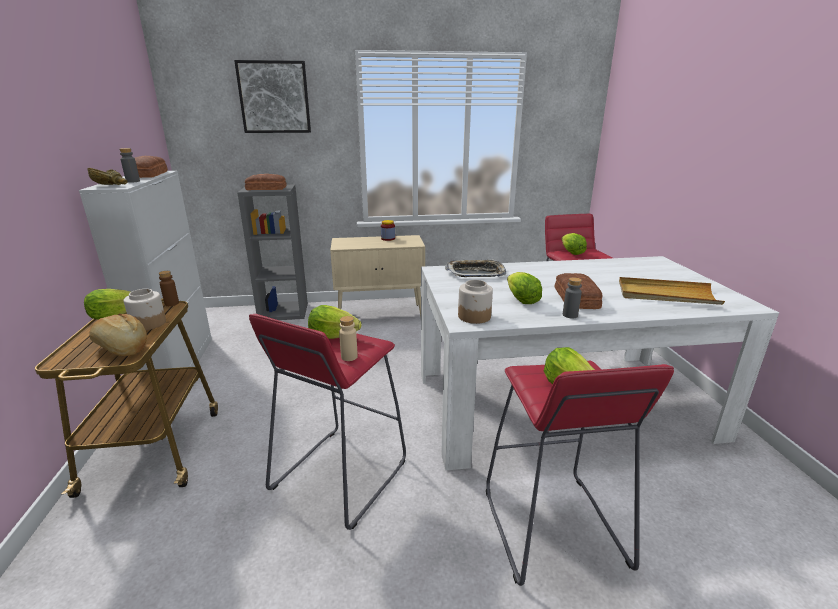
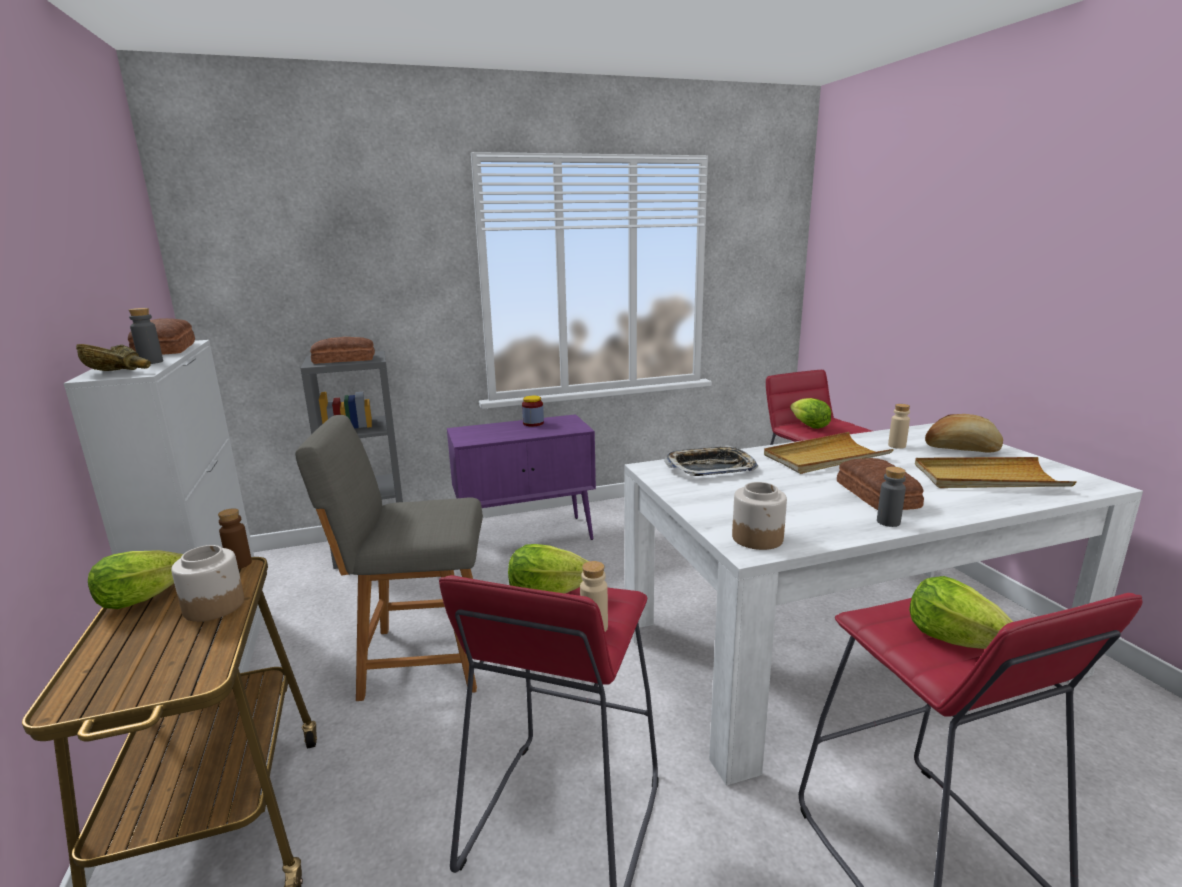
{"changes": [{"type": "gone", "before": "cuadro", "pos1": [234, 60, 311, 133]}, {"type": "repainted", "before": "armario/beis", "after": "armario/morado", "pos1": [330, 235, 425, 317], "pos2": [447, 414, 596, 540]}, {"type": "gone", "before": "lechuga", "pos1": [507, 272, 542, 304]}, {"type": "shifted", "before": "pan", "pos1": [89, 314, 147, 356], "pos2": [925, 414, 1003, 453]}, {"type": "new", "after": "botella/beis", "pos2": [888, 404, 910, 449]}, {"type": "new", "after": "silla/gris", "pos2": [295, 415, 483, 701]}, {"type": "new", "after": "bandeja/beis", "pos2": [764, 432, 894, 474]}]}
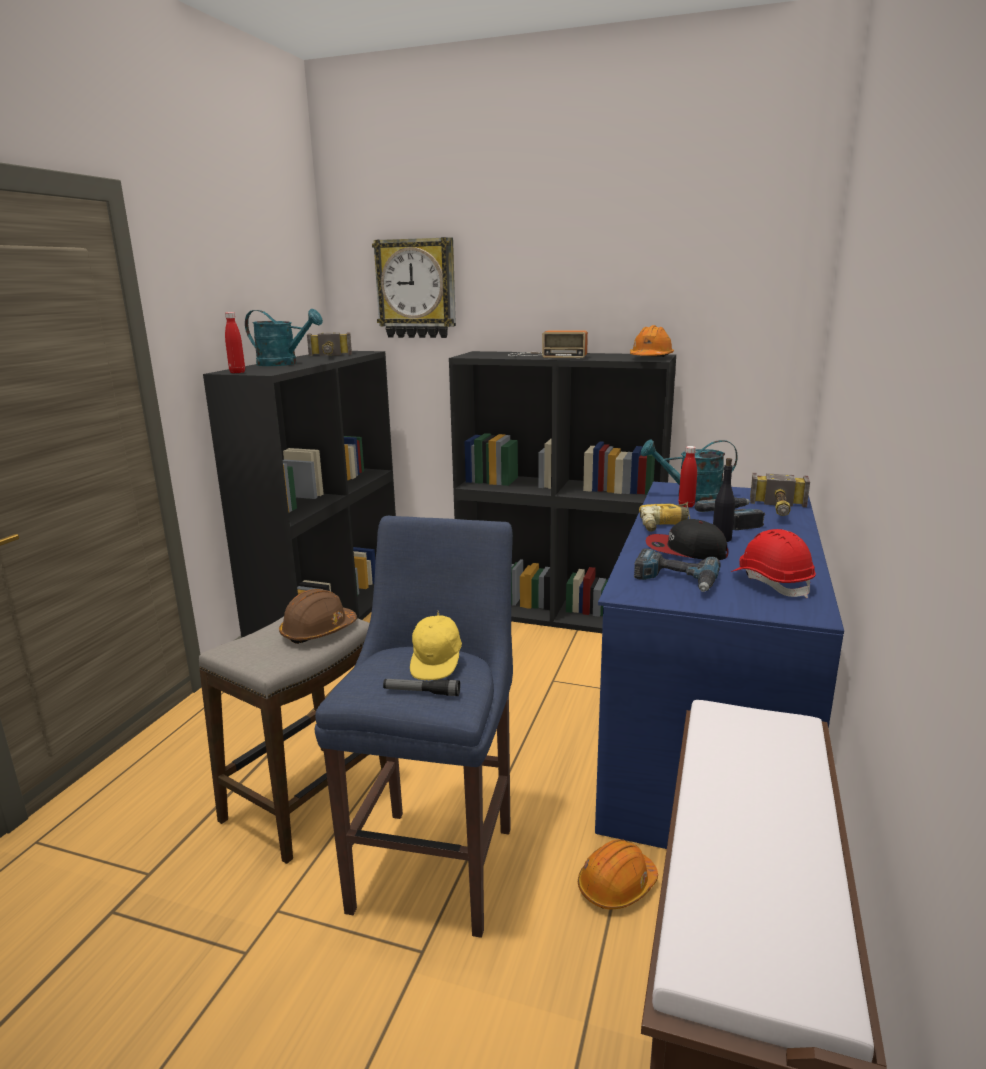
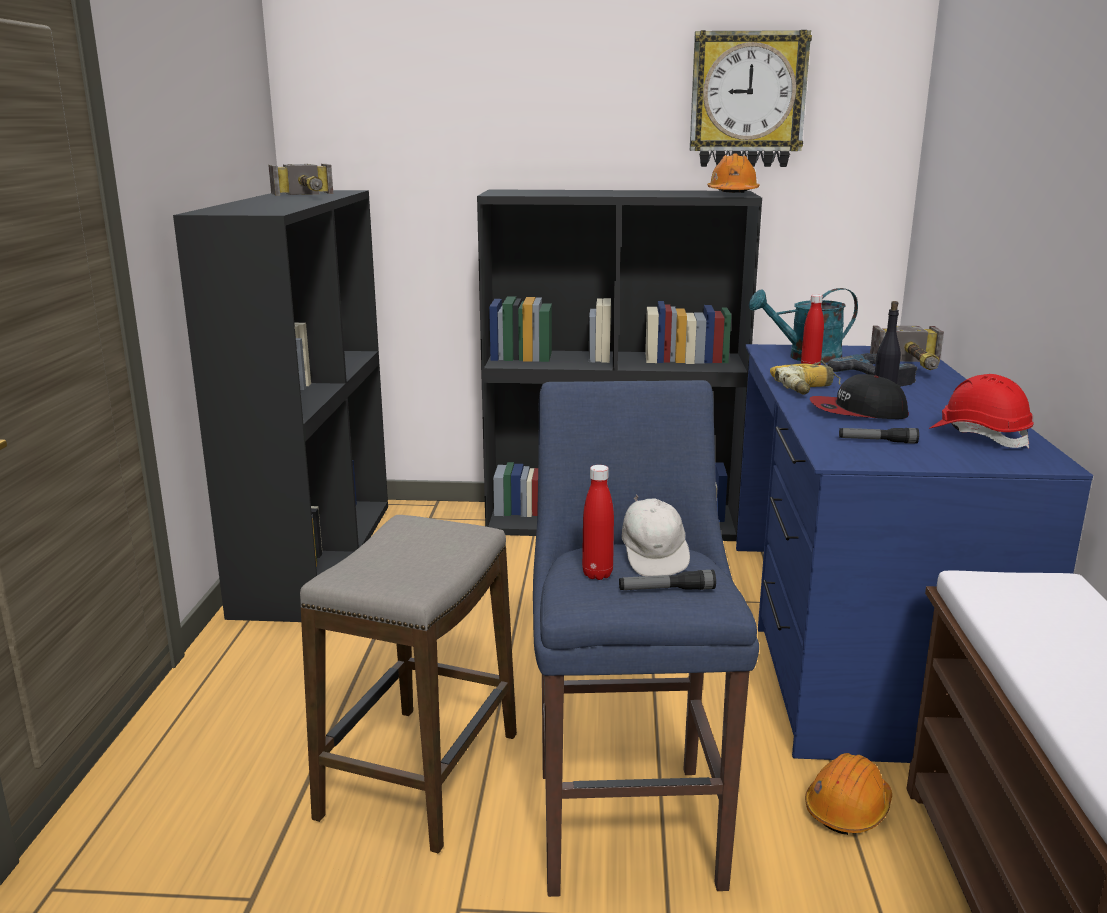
{"changes": [{"type": "shifted", "before": "reloj de pared", "pos1": [372, 237, 456, 338], "pos2": [690, 30, 812, 167]}, {"type": "gone", "before": "regadera/turquesa", "pos1": [245, 309, 323, 366]}, {"type": "shifted", "before": "botella/rojo", "pos1": [225, 312, 245, 373], "pos2": [582, 465, 614, 580]}, {"type": "gone", "before": "radio", "pos1": [508, 330, 588, 359]}, {"type": "swapped", "before": "taladro", "after": "linterna", "pos1": [634, 548, 721, 592], "pos2": [839, 428, 919, 444]}, {"type": "gone", "before": "casco/marrón", "pos1": [279, 589, 357, 644]}, {"type": "repainted", "before": "gorra/amarillo", "after": "gorra/blanco", "pos1": [410, 611, 462, 680], "pos2": [622, 495, 690, 576]}]}
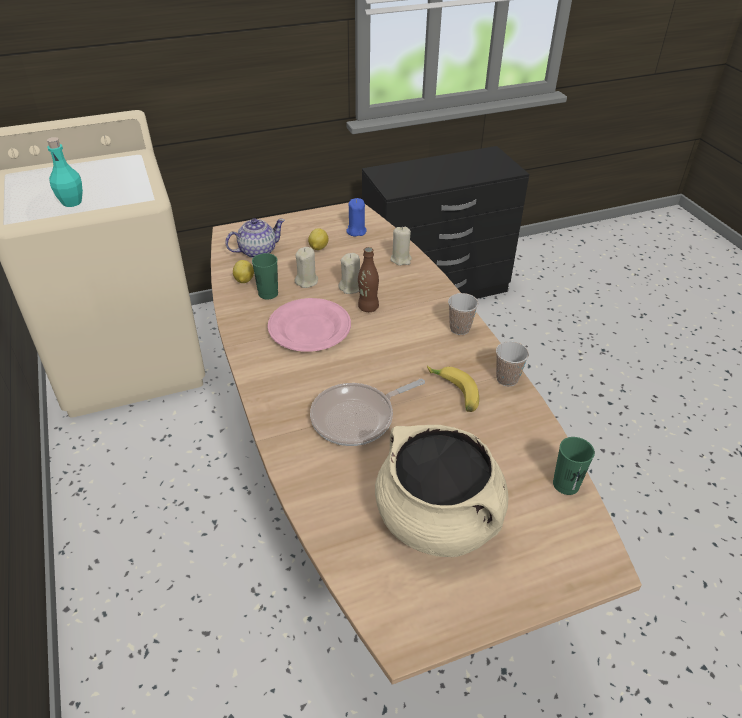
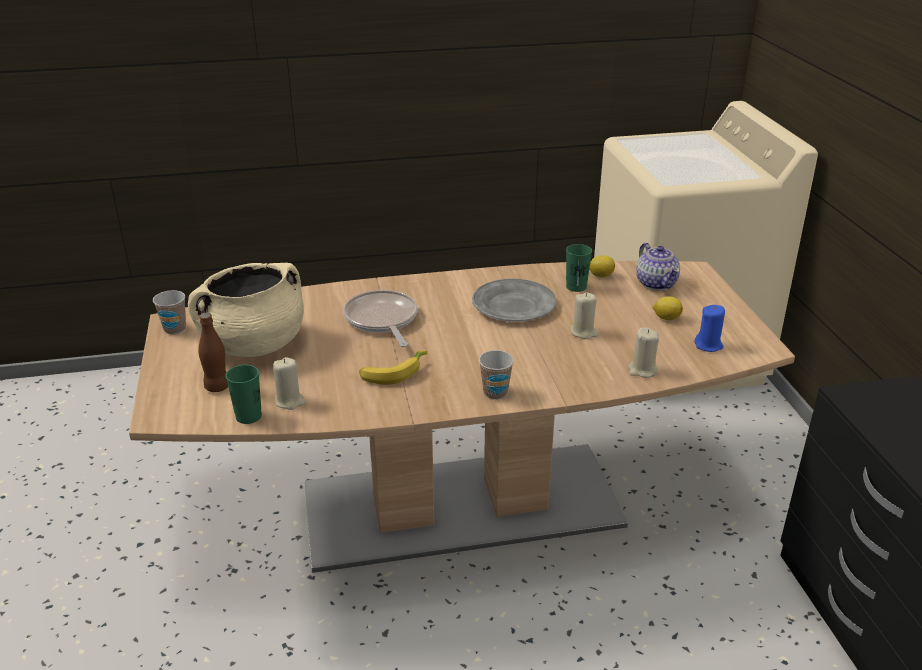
{"changes": [{"type": "gone", "before": "botella/turquesa", "pos1": [47, 137, 83, 207]}, {"type": "shifted", "before": "vela/beis", "pos1": [294, 247, 318, 288], "pos2": [273, 357, 305, 410]}, {"type": "shifted", "before": "botella/marrón", "pos1": [358, 247, 379, 312], "pos2": [198, 313, 228, 392]}, {"type": "repainted", "before": "plato/rosa", "after": "plato/gris", "pos1": [268, 298, 351, 352], "pos2": [472, 279, 556, 322]}, {"type": "shifted", "before": "taza", "pos1": [496, 341, 529, 386], "pos2": [153, 290, 186, 334]}]}
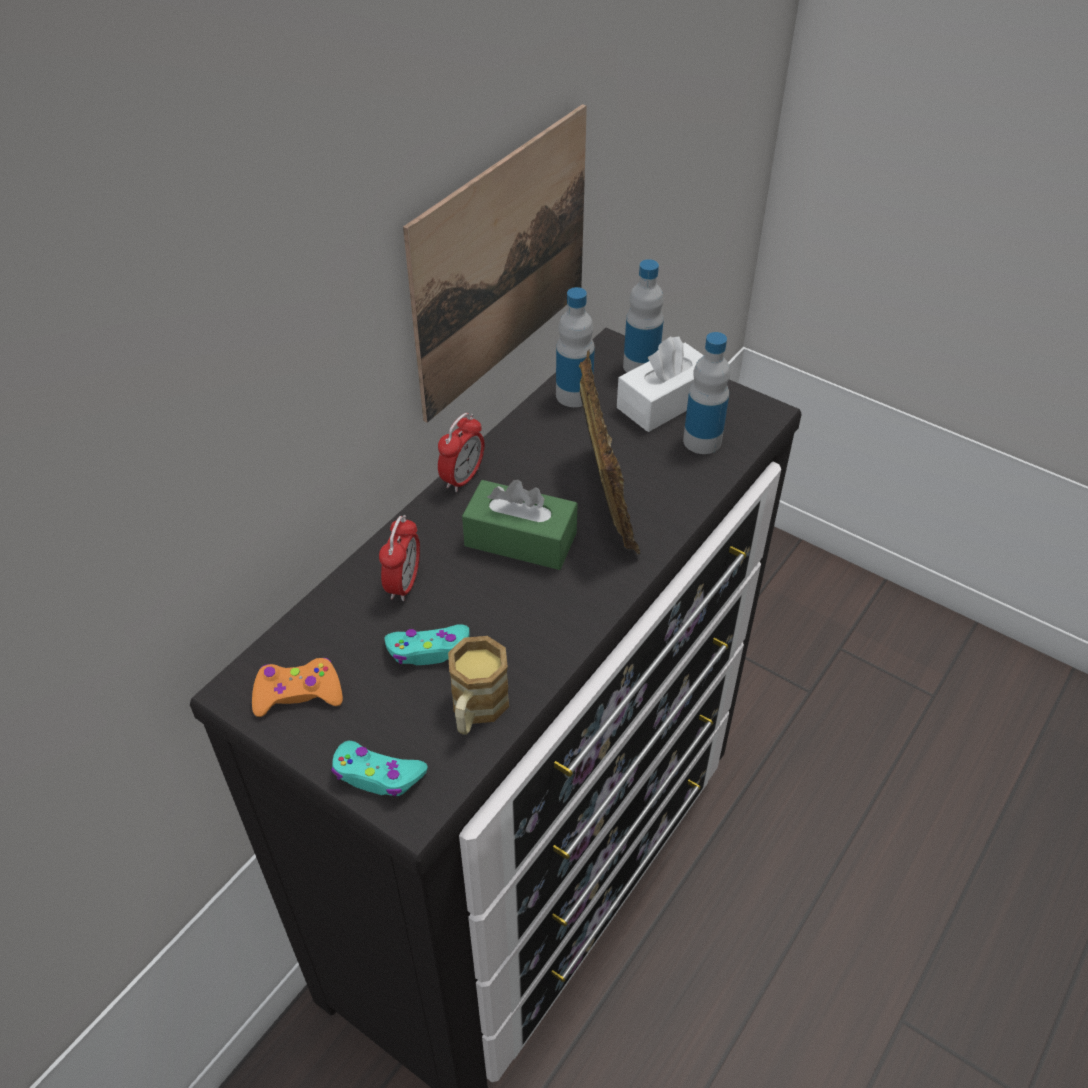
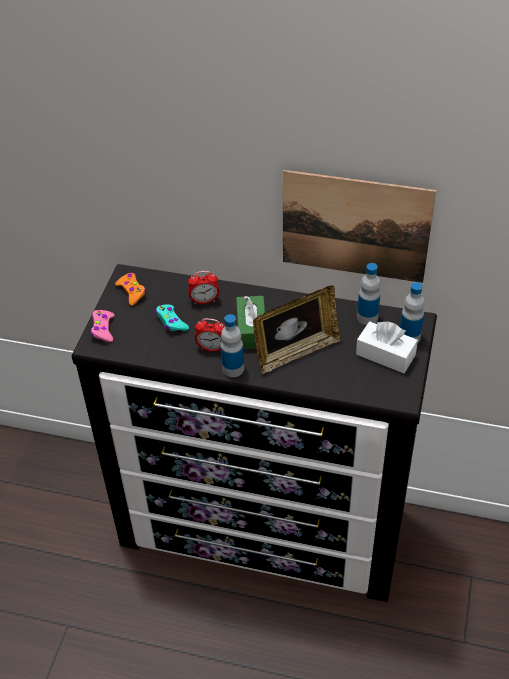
{"changes": [{"type": "shifted", "before": "botella", "pos1": [683, 332, 730, 454], "pos2": [220, 314, 244, 377]}, {"type": "shifted", "before": "despertador", "pos1": [438, 413, 485, 492], "pos2": [195, 318, 225, 352]}, {"type": "gone", "before": "taza grande", "pos1": [448, 636, 509, 735]}, {"type": "repainted", "before": "mando de consola/turquesa", "after": "mando de consola/rosa", "pos1": [331, 741, 428, 797], "pos2": [90, 310, 115, 342]}]}
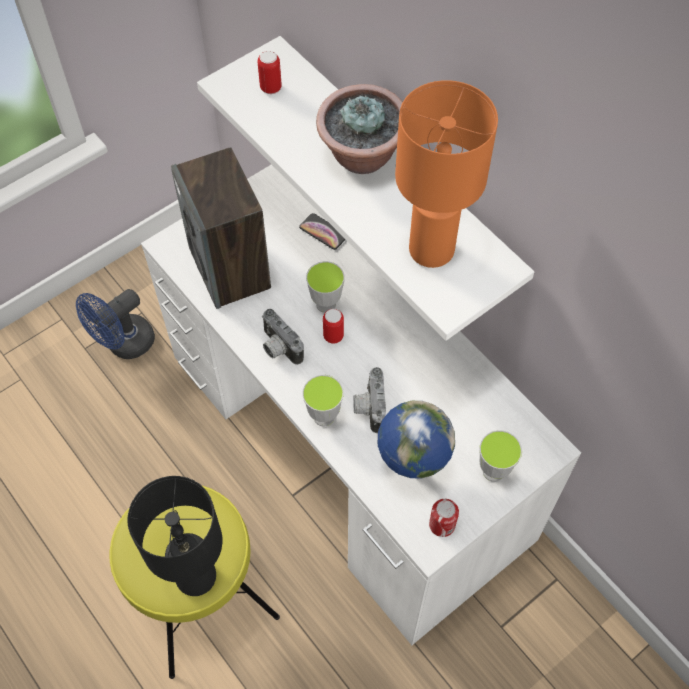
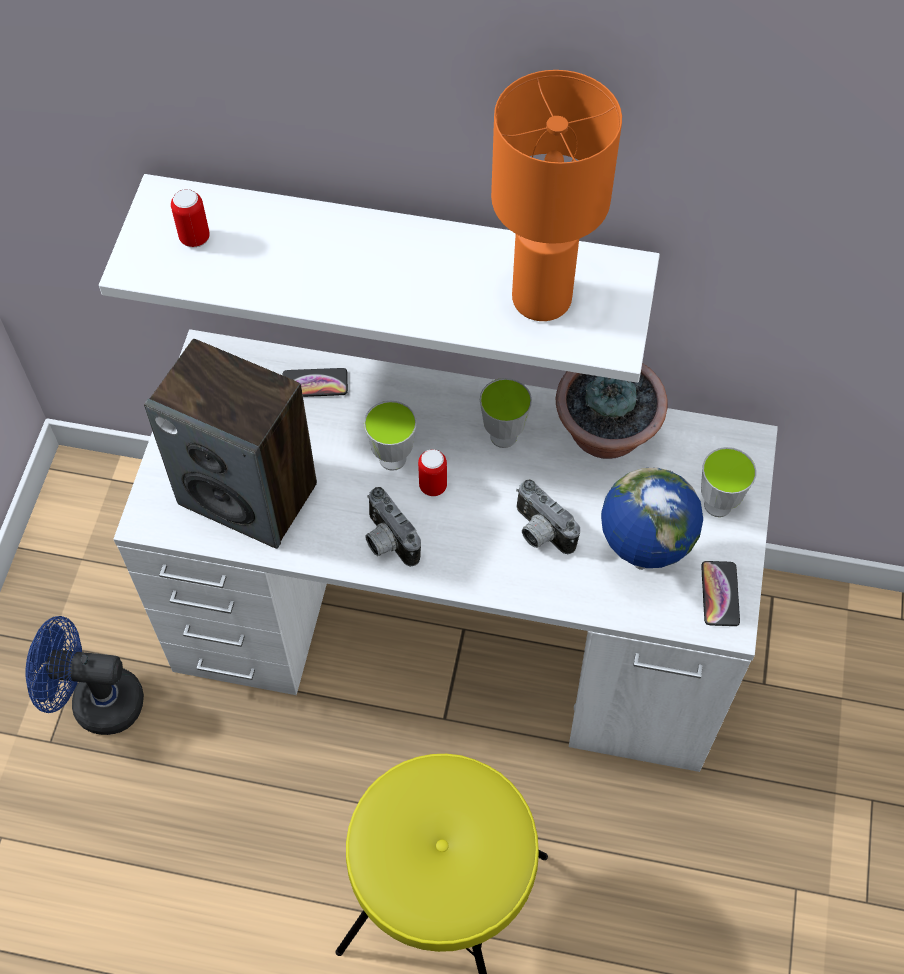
{"changes": [{"type": "shifted", "before": "planta en maceta", "pos1": [316, 84, 403, 174], "pos2": [556, 363, 668, 459]}, {"type": "rotated", "before": "ventilador/azul", "pos1": [76, 289, 155, 359], "pos2": [25, 616, 144, 735], "turn": 90}, {"type": "rotated", "before": "cámara", "pos1": [262, 309, 304, 365], "pos2": [365, 487, 421, 567], "turn": 45}, {"type": "shifted", "before": "taza", "pos1": [302, 375, 344, 426], "pos2": [480, 378, 532, 448]}, {"type": "gone", "before": "lámpara de mesa/negro", "pos1": [127, 476, 222, 596]}, {"type": "swapped", "before": "lata", "after": "móvil", "pos1": [429, 499, 459, 537], "pos2": [701, 561, 740, 626]}]}
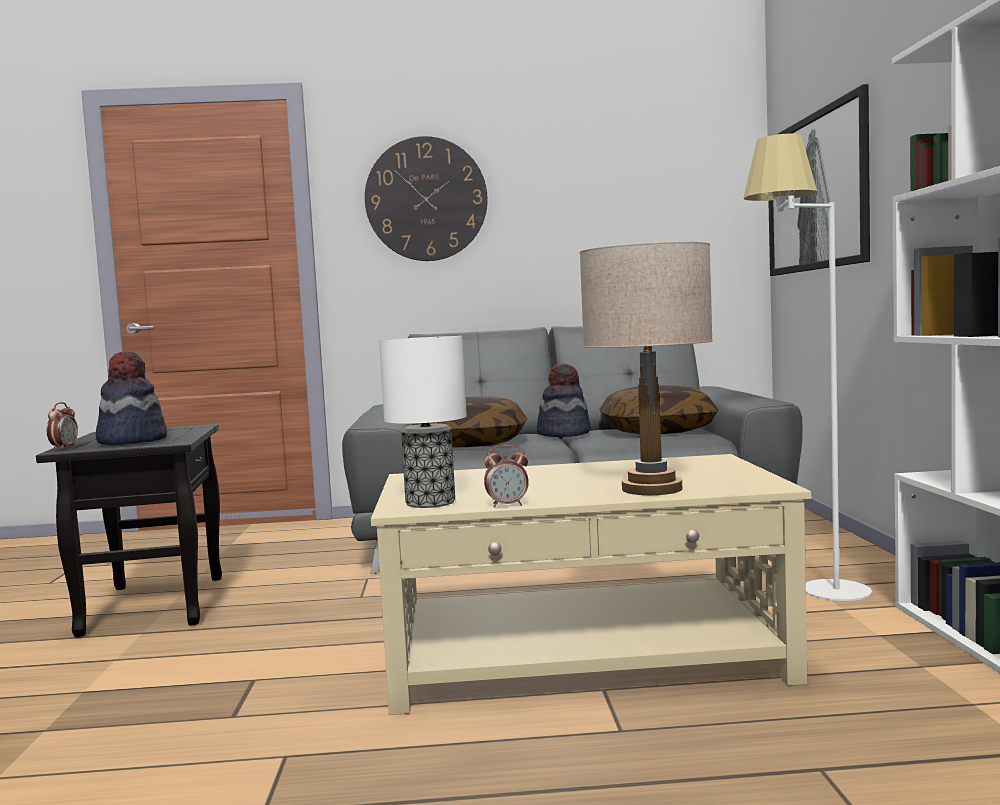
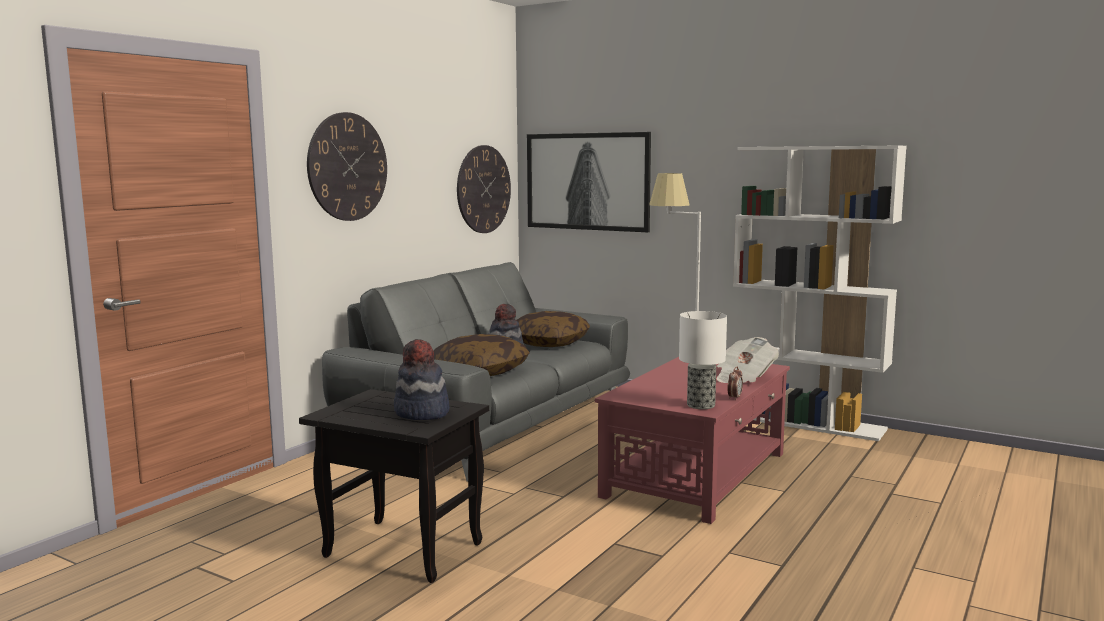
{"changes": [{"type": "swapped", "before": "lámpara de mesa/beis", "after": "periódico", "pos1": [579, 241, 713, 495], "pos2": [717, 337, 779, 383]}, {"type": "gone", "before": "despertador", "pos1": [46, 402, 78, 450]}, {"type": "repainted", "before": "mesa de centro/beis", "after": "mesa de centro/rojo", "pos1": [371, 454, 811, 715], "pos2": [595, 357, 790, 524]}, {"type": "new", "after": "reloj de pared", "pos2": [457, 145, 511, 233]}]}
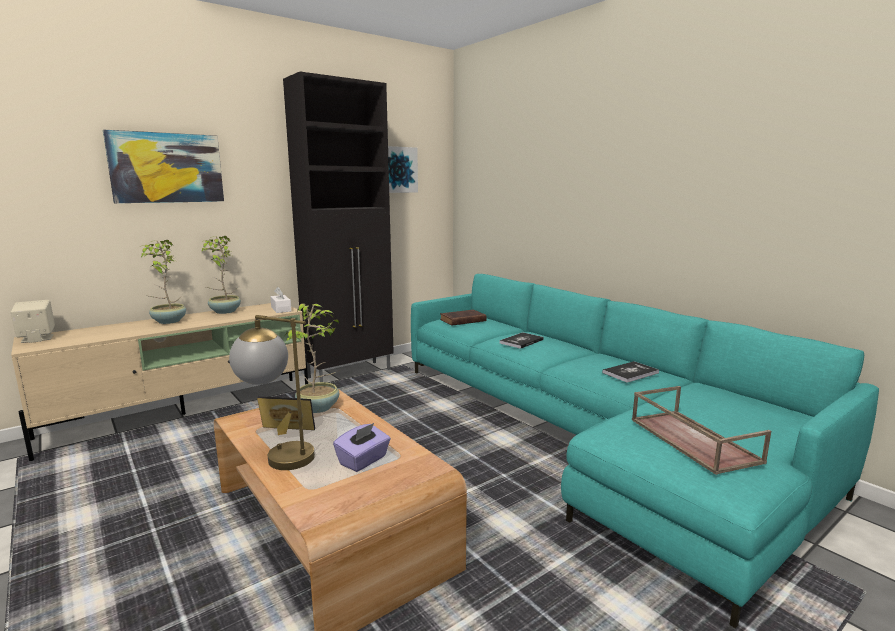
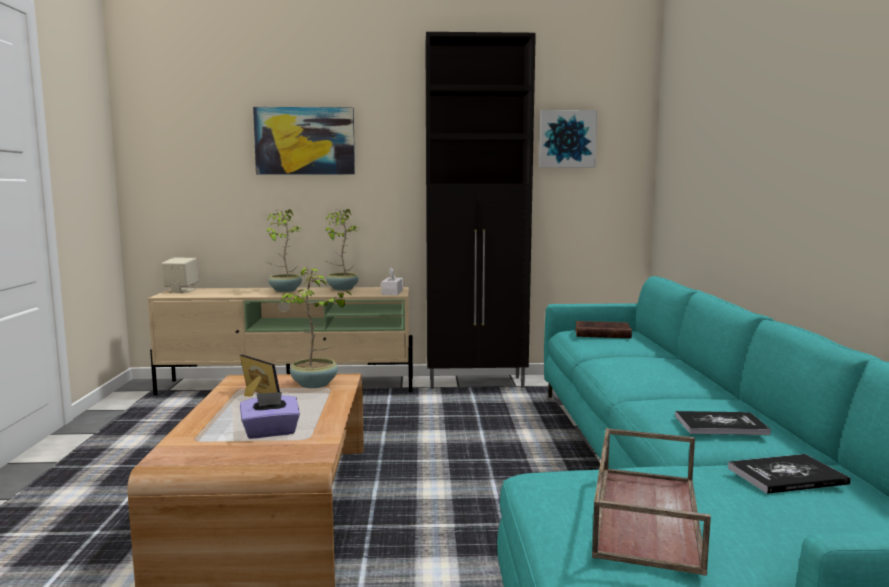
{"changes": [{"type": "gone", "before": "lámpara de mesa", "pos1": [229, 315, 315, 470]}, {"type": "shifted", "before": "libro", "pos1": [500, 332, 544, 349], "pos2": [728, 454, 851, 494]}]}
